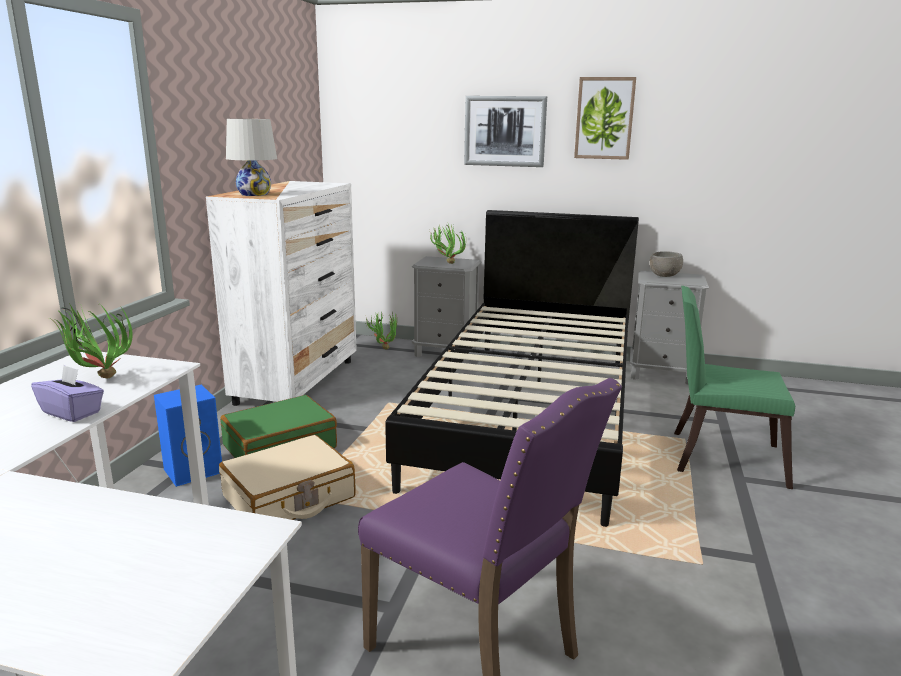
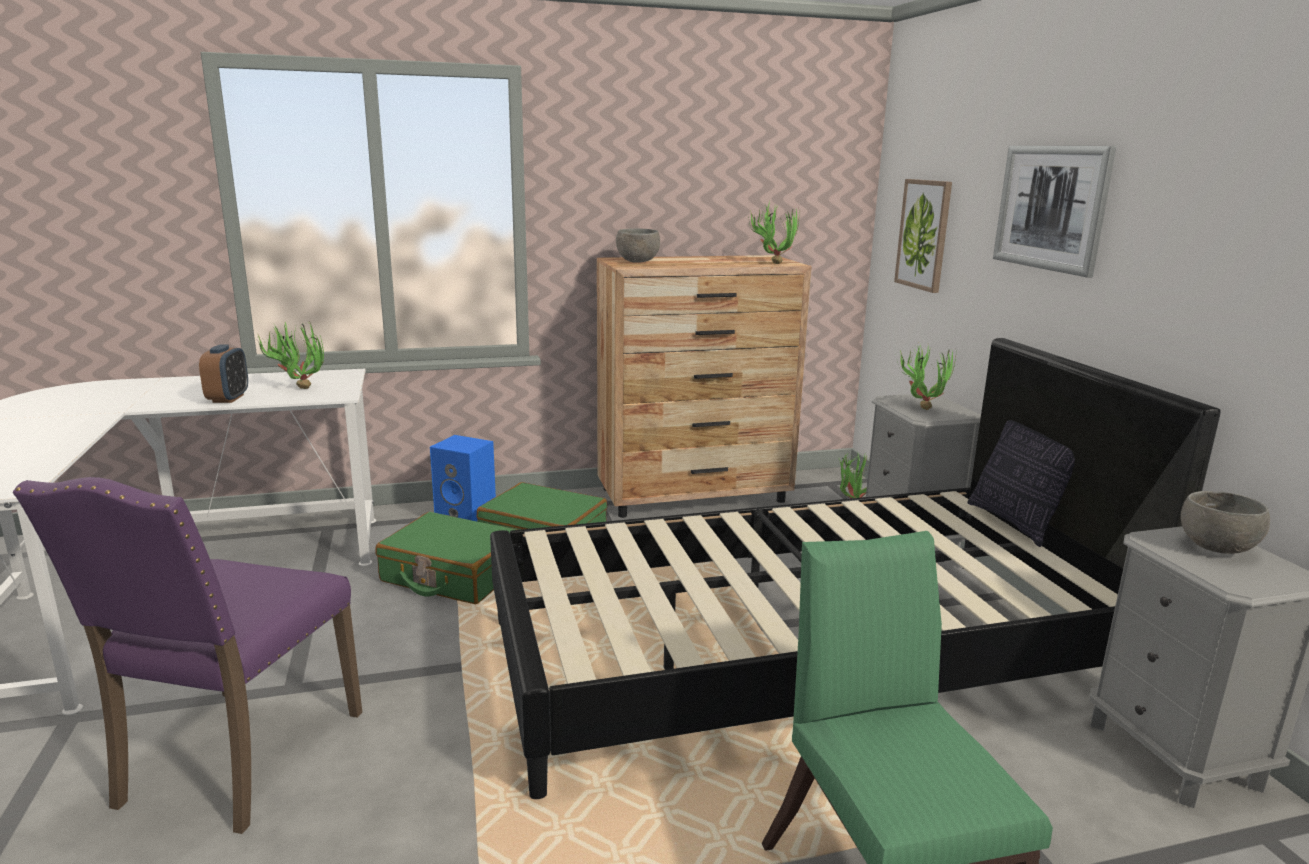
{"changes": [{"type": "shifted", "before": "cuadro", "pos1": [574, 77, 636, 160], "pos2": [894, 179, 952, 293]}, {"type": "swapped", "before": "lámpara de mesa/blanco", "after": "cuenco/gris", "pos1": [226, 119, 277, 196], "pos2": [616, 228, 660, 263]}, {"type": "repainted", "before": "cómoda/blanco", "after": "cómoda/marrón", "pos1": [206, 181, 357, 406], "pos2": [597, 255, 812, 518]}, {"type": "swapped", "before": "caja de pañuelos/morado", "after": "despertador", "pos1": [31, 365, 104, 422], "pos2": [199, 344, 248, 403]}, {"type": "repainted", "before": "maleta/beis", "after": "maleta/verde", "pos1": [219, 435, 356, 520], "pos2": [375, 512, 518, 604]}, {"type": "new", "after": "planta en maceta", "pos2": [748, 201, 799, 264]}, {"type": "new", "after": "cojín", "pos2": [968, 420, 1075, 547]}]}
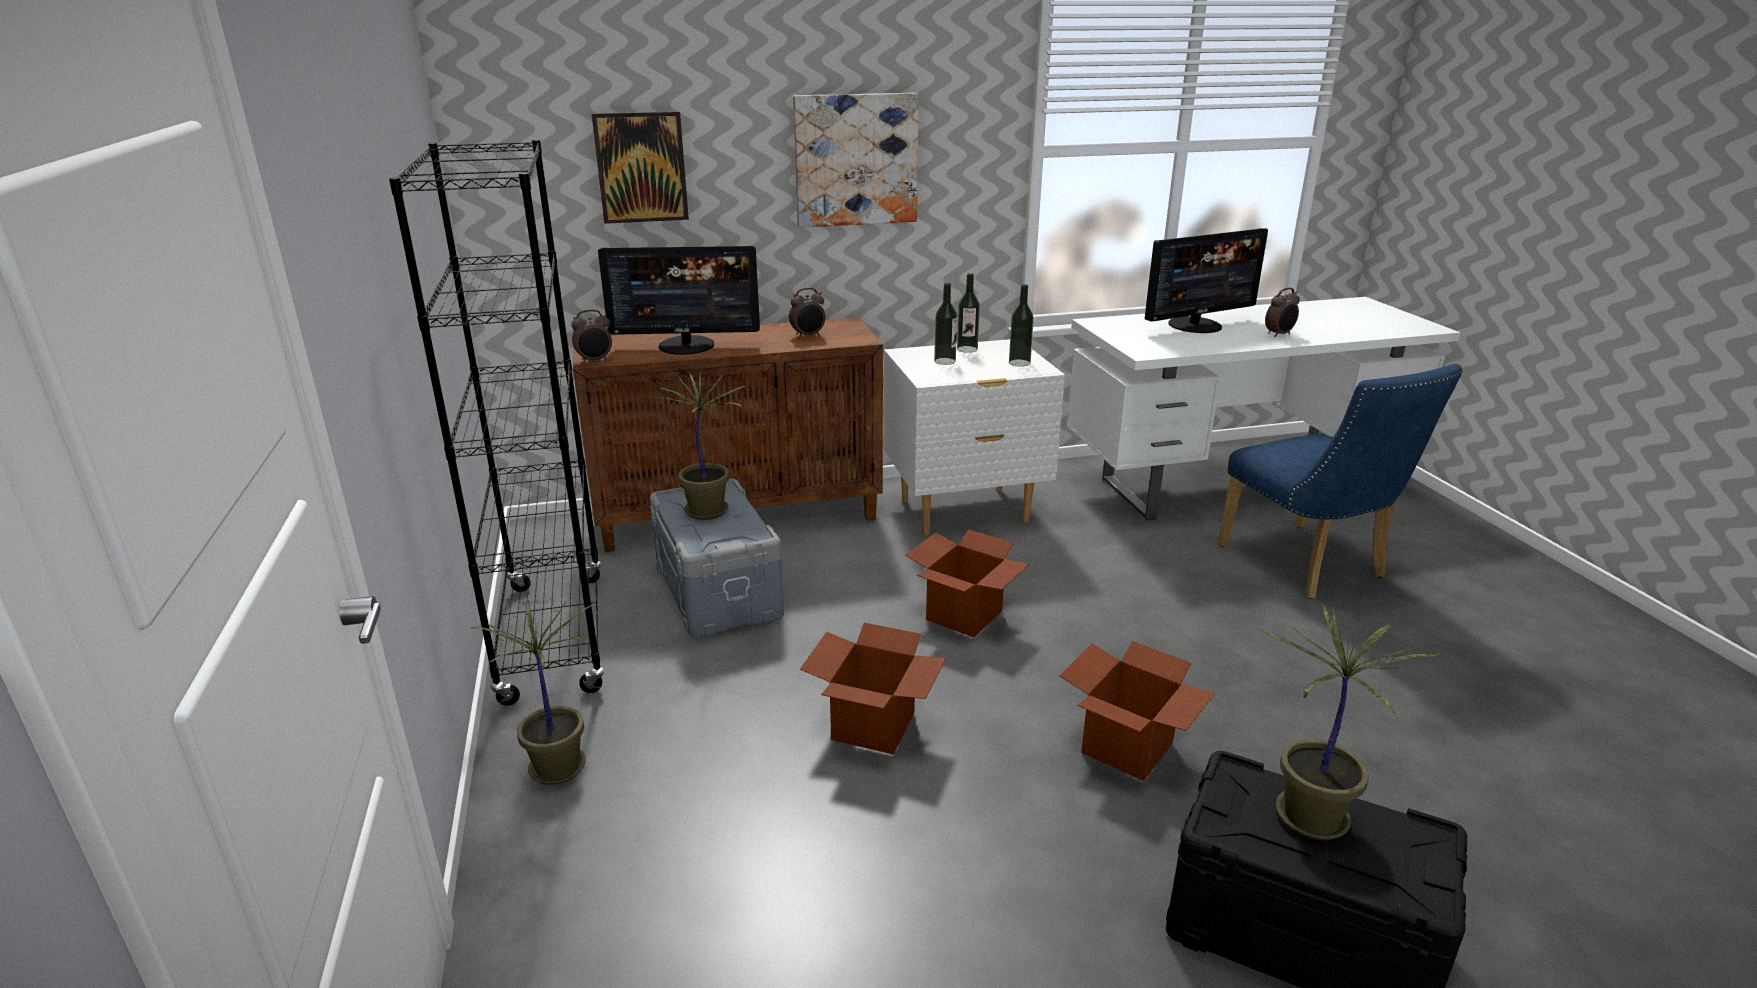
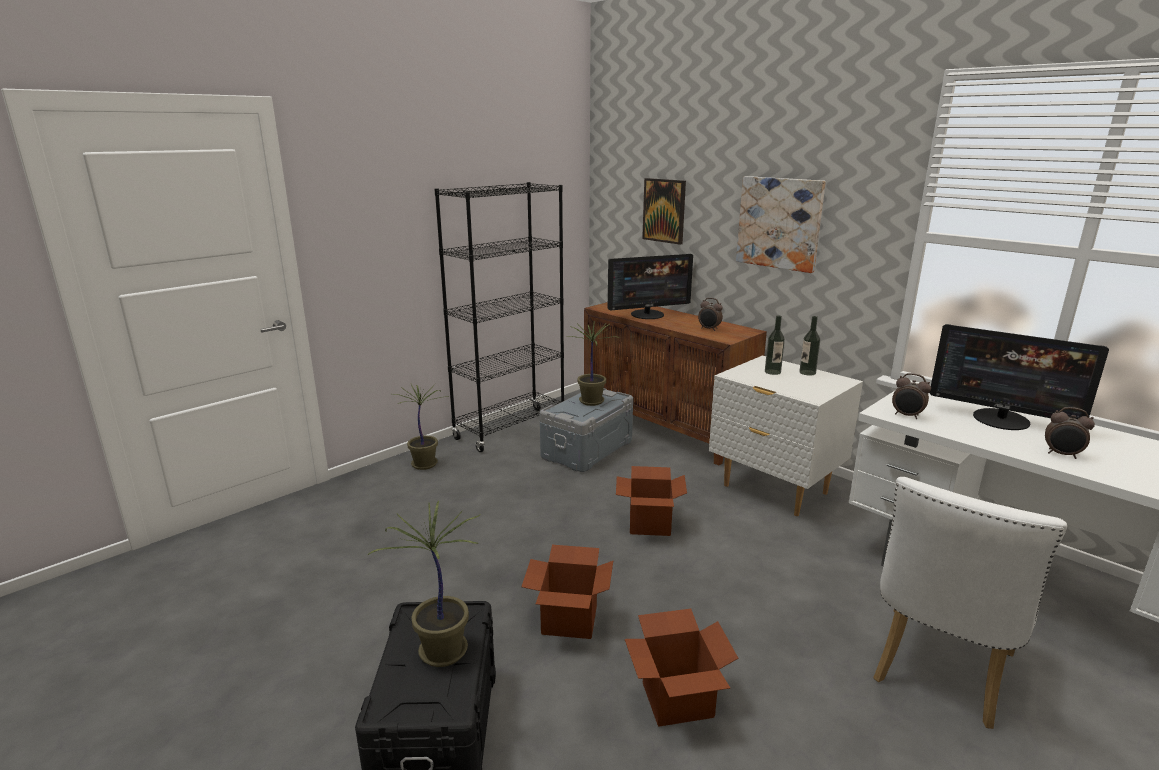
{"changes": [{"type": "rotated", "before": "monitor", "pos1": [598, 246, 760, 355], "pos2": [607, 254, 693, 319], "turn": -75}, {"type": "gone", "before": "botella", "pos1": [1009, 284, 1034, 367]}, {"type": "shifted", "before": "despertador", "pos1": [571, 309, 612, 364], "pos2": [892, 373, 931, 419]}, {"type": "repainted", "before": "silla/azul", "after": "silla/blanco", "pos1": [1218, 364, 1463, 599], "pos2": [873, 477, 1067, 729]}, {"type": "shifted", "before": "caja de cartón", "pos1": [800, 623, 946, 754], "pos2": [625, 609, 739, 727]}]}
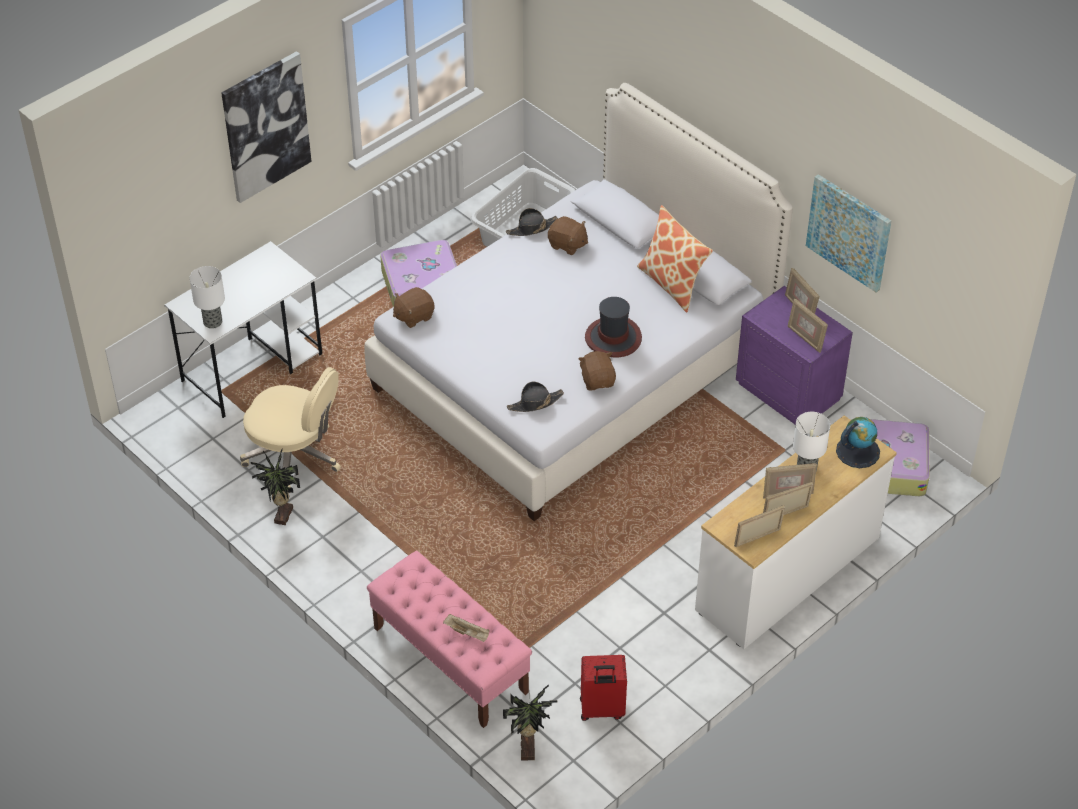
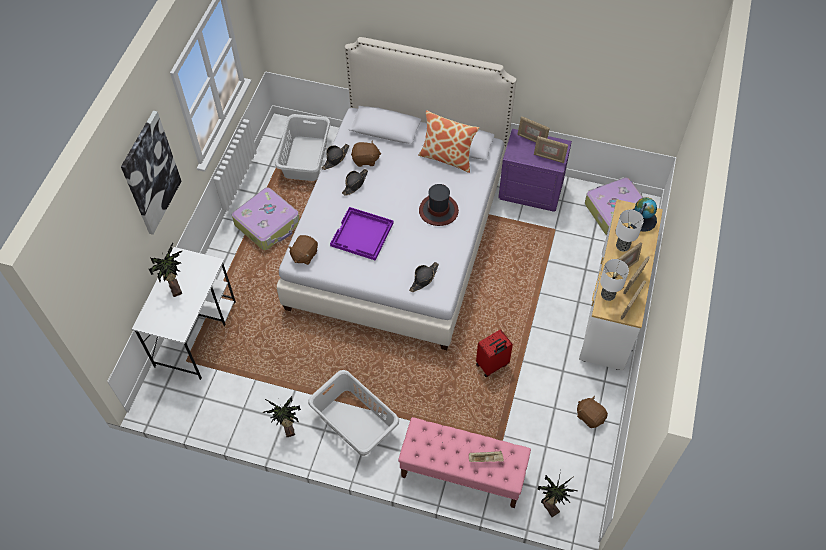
{"changes": [{"type": "gone", "before": "cuadro", "pos1": [806, 174, 891, 292]}, {"type": "shifted", "before": "lámpara de mesa", "pos1": [189, 266, 225, 329], "pos2": [600, 259, 629, 301]}, {"type": "shifted", "before": "peluche/marrón", "pos1": [578, 351, 616, 391], "pos2": [577, 396, 608, 428]}, {"type": "gone", "before": "silla de oficina/beis", "pos1": [240, 367, 341, 494]}, {"type": "shifted", "before": "maleta/rojo", "pos1": [580, 655, 627, 721], "pos2": [476, 329, 513, 378]}, {"type": "new", "after": "sombrero/negro", "pos2": [342, 169, 368, 196]}, {"type": "new", "after": "bandeja/morado", "pos2": [330, 207, 394, 261]}, {"type": "new", "after": "planta en maceta", "pos2": [149, 243, 182, 297]}, {"type": "new", "after": "cesto de la ropa/gris", "pos2": [308, 370, 399, 456]}]}
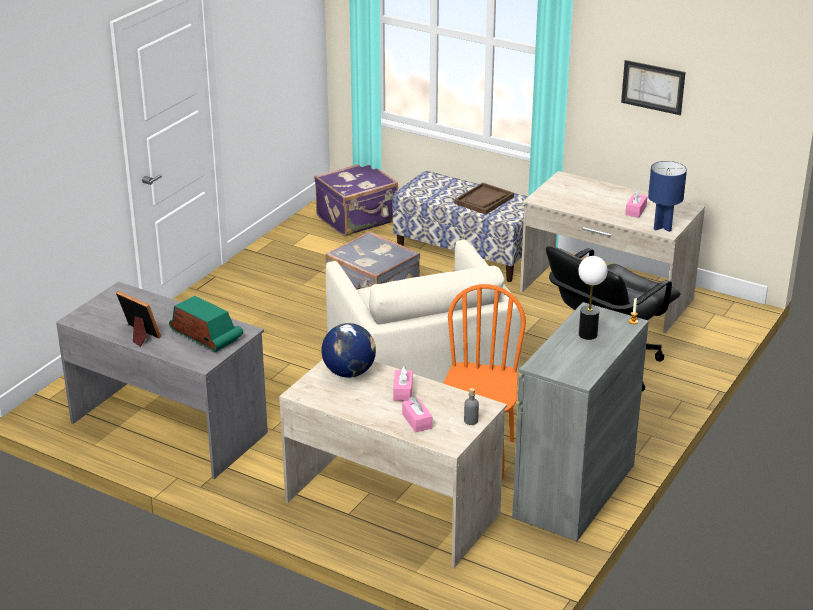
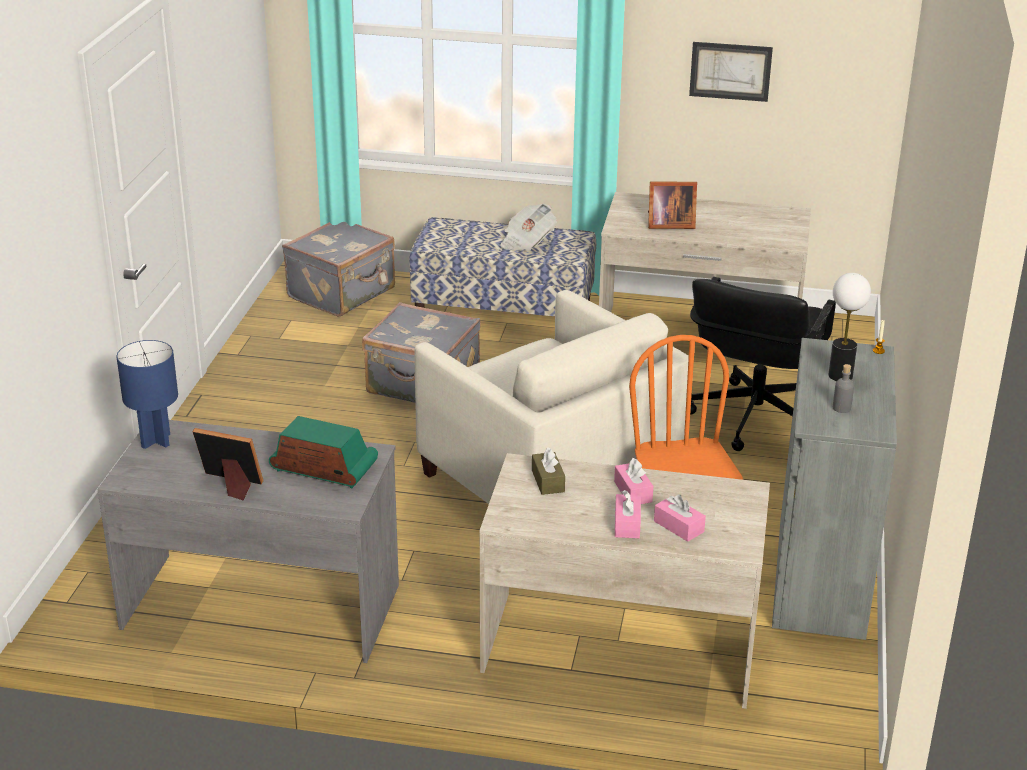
{"changes": [{"type": "shifted", "before": "lámpara de mesa/azul", "pos1": [648, 161, 687, 232], "pos2": [117, 340, 178, 449]}, {"type": "repainted", "before": "maleta/morado", "after": "maleta/gris", "pos1": [314, 164, 398, 236], "pos2": [282, 222, 395, 317]}, {"type": "swapped", "before": "bandeja/marrón", "after": "periódico", "pos1": [454, 182, 514, 215], "pos2": [500, 204, 557, 251]}, {"type": "shifted", "before": "caja de pañuelos/rosa", "pos1": [625, 189, 648, 218], "pos2": [615, 490, 641, 538]}, {"type": "swapped", "before": "globo terráqueo", "after": "caja de pañuelos/marrón", "pos1": [321, 323, 376, 378], "pos2": [532, 447, 565, 495]}, {"type": "shifted", "before": "botella/gris", "pos1": [464, 388, 479, 425], "pos2": [833, 364, 854, 413]}, {"type": "new", "after": "portarretratos", "pos2": [648, 181, 697, 229]}]}
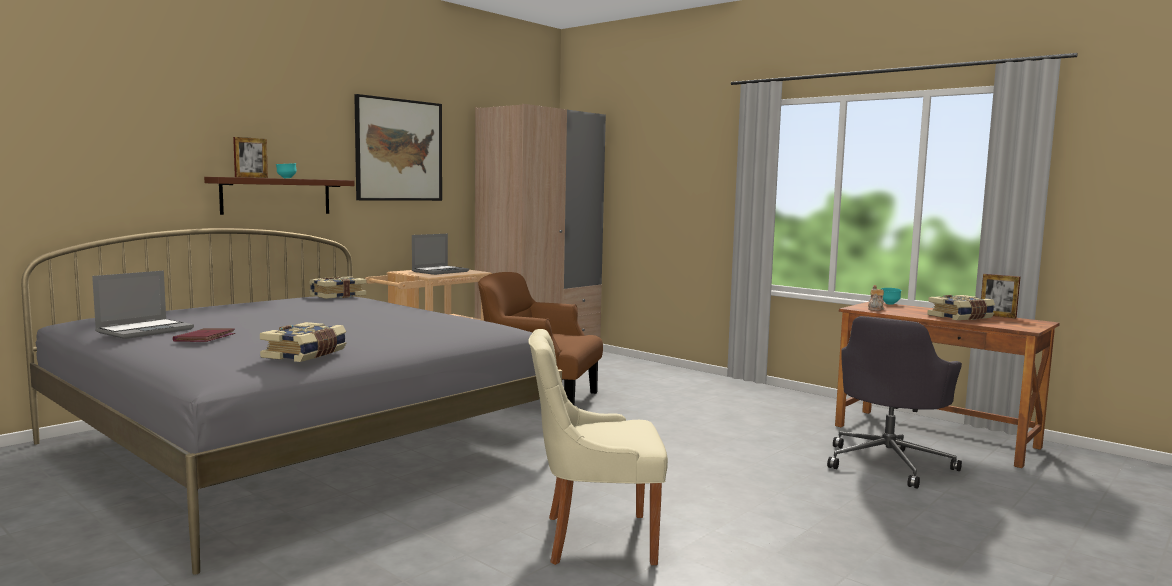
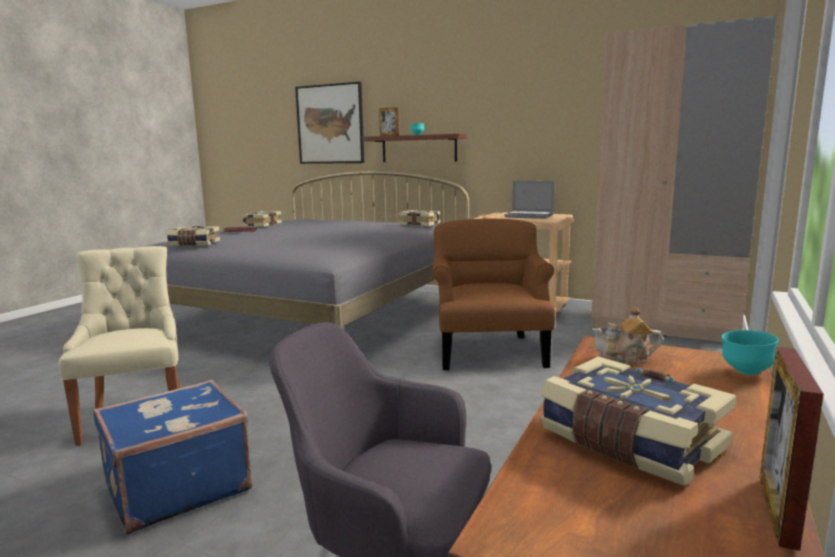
{"changes": [{"type": "shifted", "before": "cuadro", "pos1": [354, 94, 442, 201], "pos2": [295, 82, 365, 164]}, {"type": "swapped", "before": "portátil", "after": "libro", "pos1": [92, 270, 194, 339], "pos2": [242, 211, 282, 227]}, {"type": "new", "after": "maleta/azul", "pos2": [93, 380, 252, 535]}]}
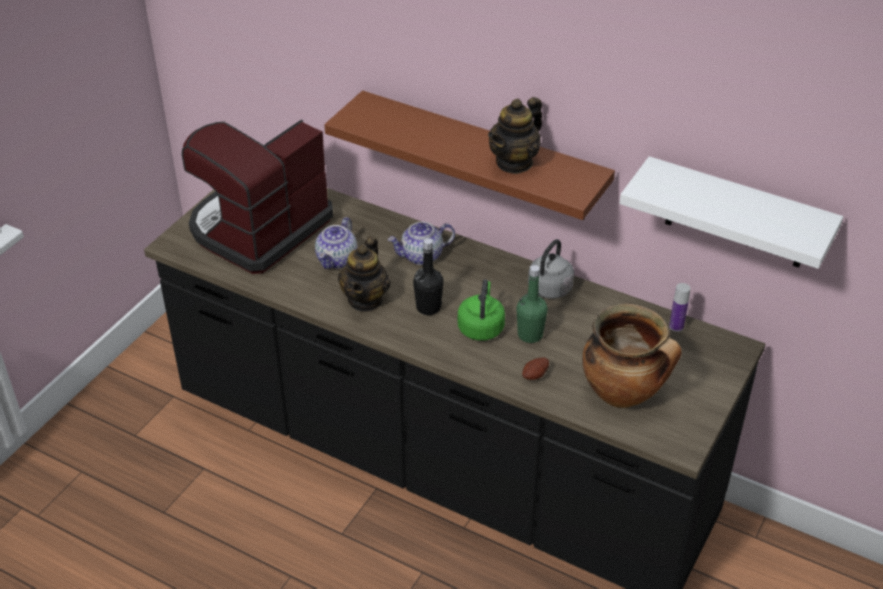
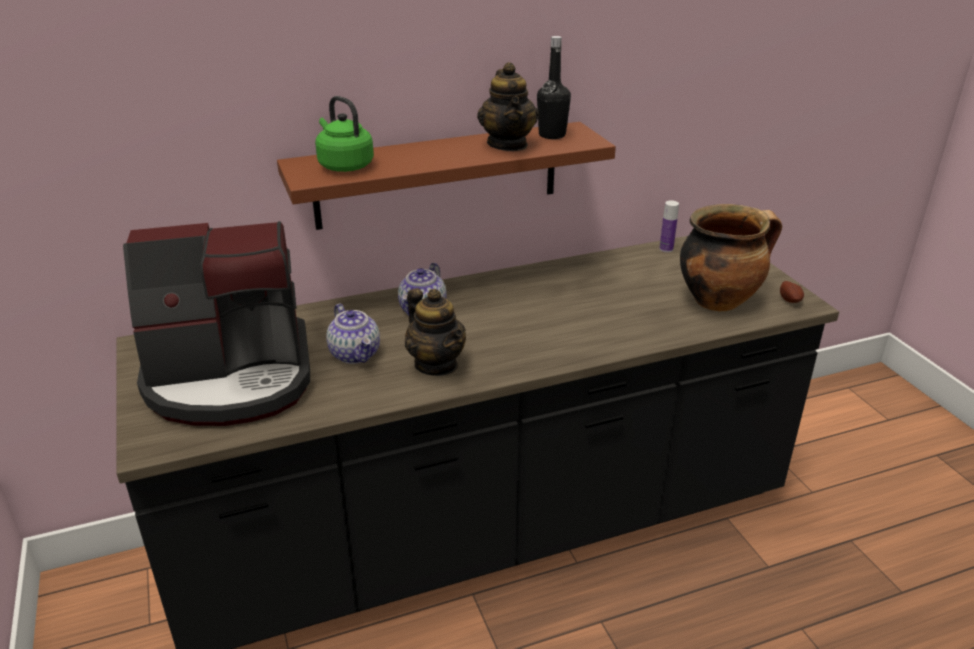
{"changes": [{"type": "rotated", "before": "cafetera", "pos1": [182, 120, 333, 274], "pos2": [123, 221, 310, 426], "turn": -90}, {"type": "gone", "before": "estante/blanco", "pos1": [619, 156, 843, 269]}, {"type": "shifted", "before": "botella/negro", "pos1": [413, 238, 444, 315], "pos2": [537, 36, 571, 139]}, {"type": "gone", "before": "hervidor/gris", "pos1": [528, 239, 574, 299]}, {"type": "gone", "before": "botella/verde", "pos1": [516, 265, 548, 343]}, {"type": "shifted", "before": "hervidor/verde", "pos1": [458, 279, 505, 341], "pos2": [315, 96, 374, 172]}, {"type": "shifted", "before": "patata", "pos1": [522, 358, 549, 380], "pos2": [780, 281, 804, 303]}]}
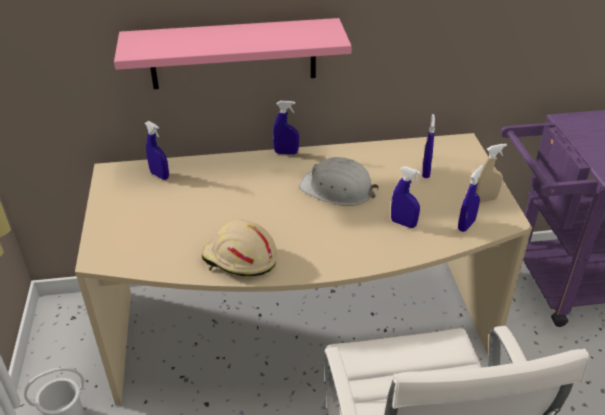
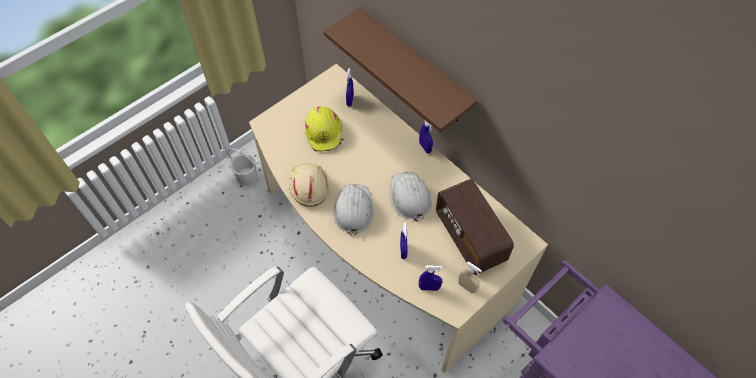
{"changes": [{"type": "repainted", "before": "estante/rosa", "after": "estante/marrón", "pos1": [114, 18, 352, 89], "pos2": [323, 8, 478, 133]}, {"type": "swapped", "before": "pulverizador/azul", "after": "radio", "pos1": [422, 114, 435, 178], "pos2": [436, 179, 514, 275]}, {"type": "new", "after": "casco/amarillo", "pos2": [305, 106, 343, 151]}, {"type": "new", "after": "casco/blanco", "pos2": [333, 184, 374, 236]}]}
